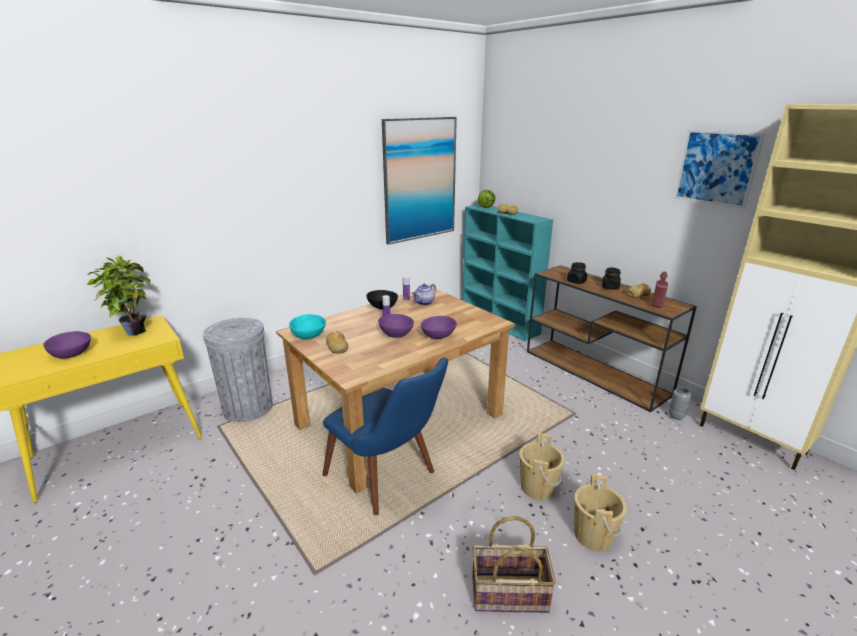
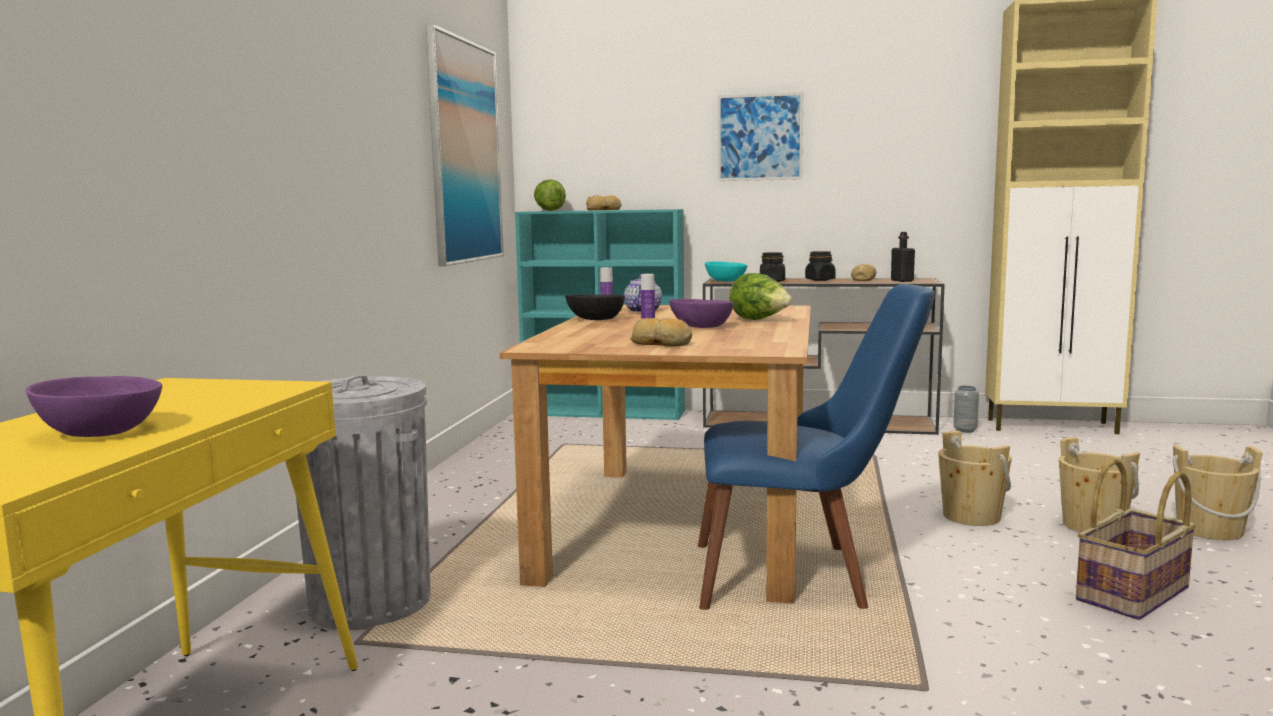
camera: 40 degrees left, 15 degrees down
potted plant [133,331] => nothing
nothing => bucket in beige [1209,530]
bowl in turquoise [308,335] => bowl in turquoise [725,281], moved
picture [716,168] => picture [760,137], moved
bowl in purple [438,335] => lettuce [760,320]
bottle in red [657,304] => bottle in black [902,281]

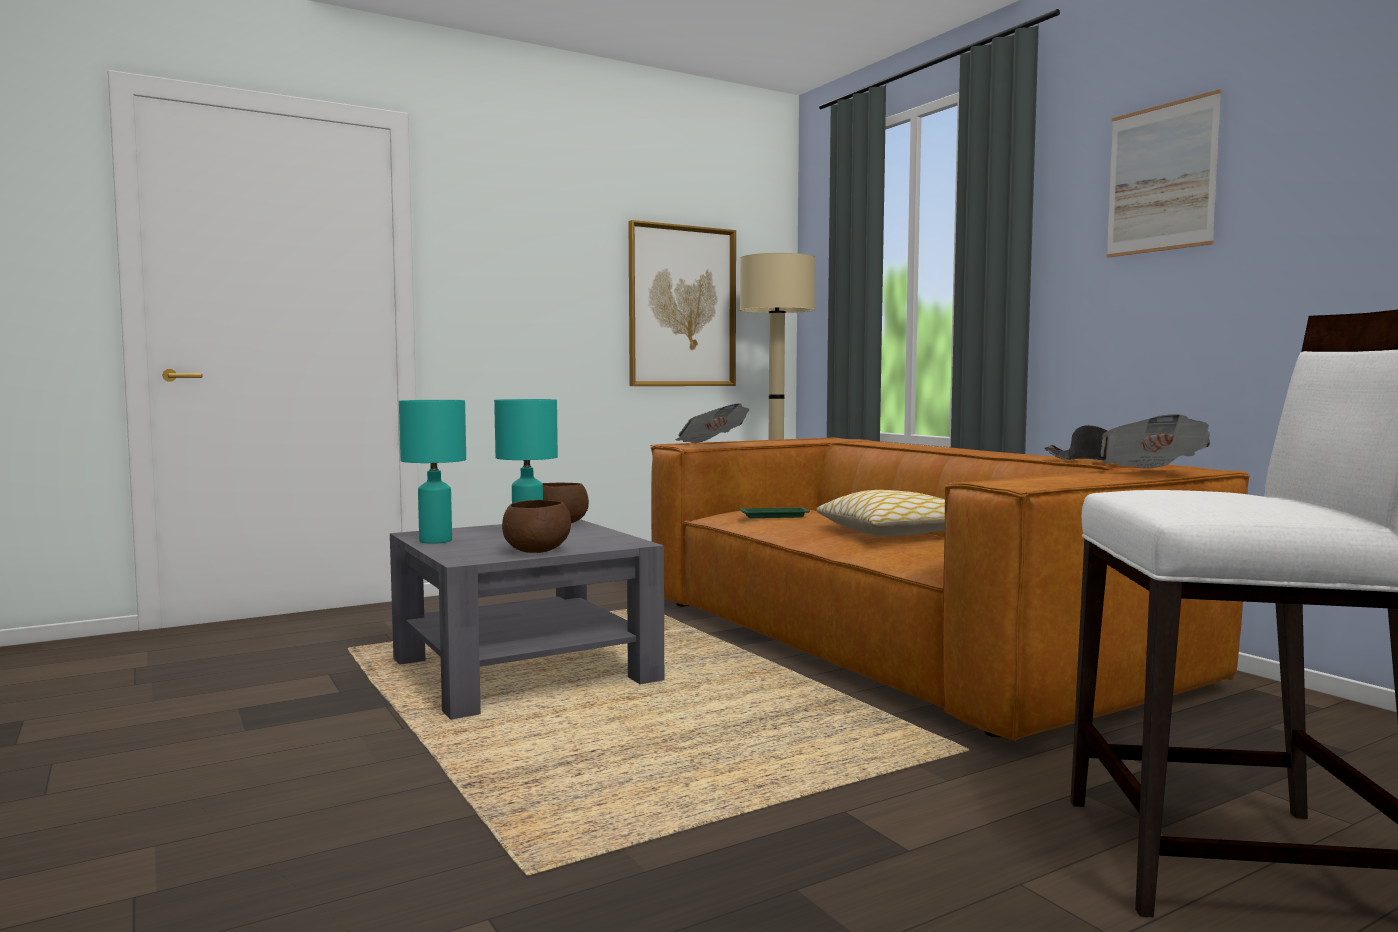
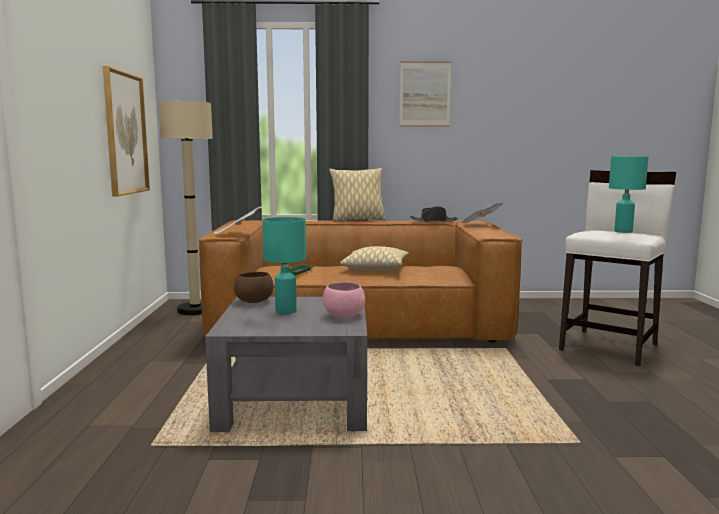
camera: 60 degrees left, 5 degrees up
nothing => pillow [357,220]
table lamp in turquoise [434,541] => table lamp in turquoise [623,231], moved
bowl in brown [535,551] => bowl in pink [343,315]

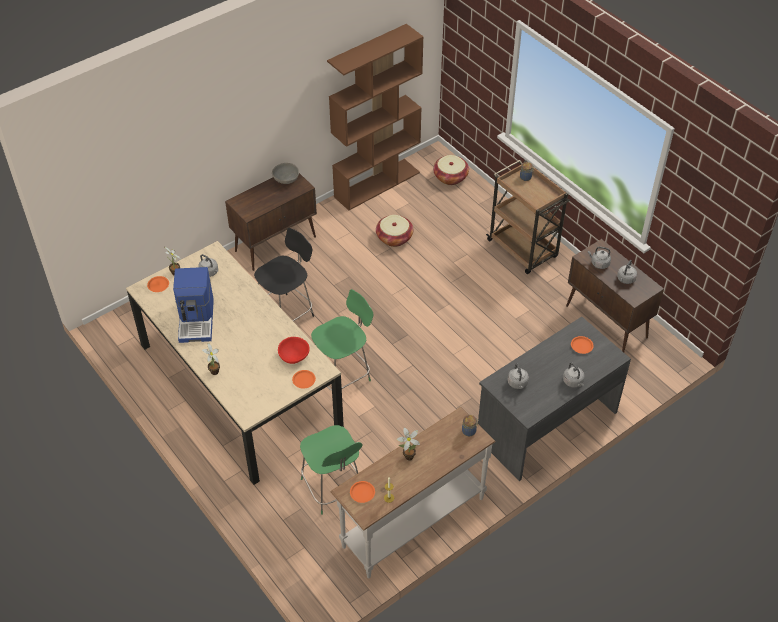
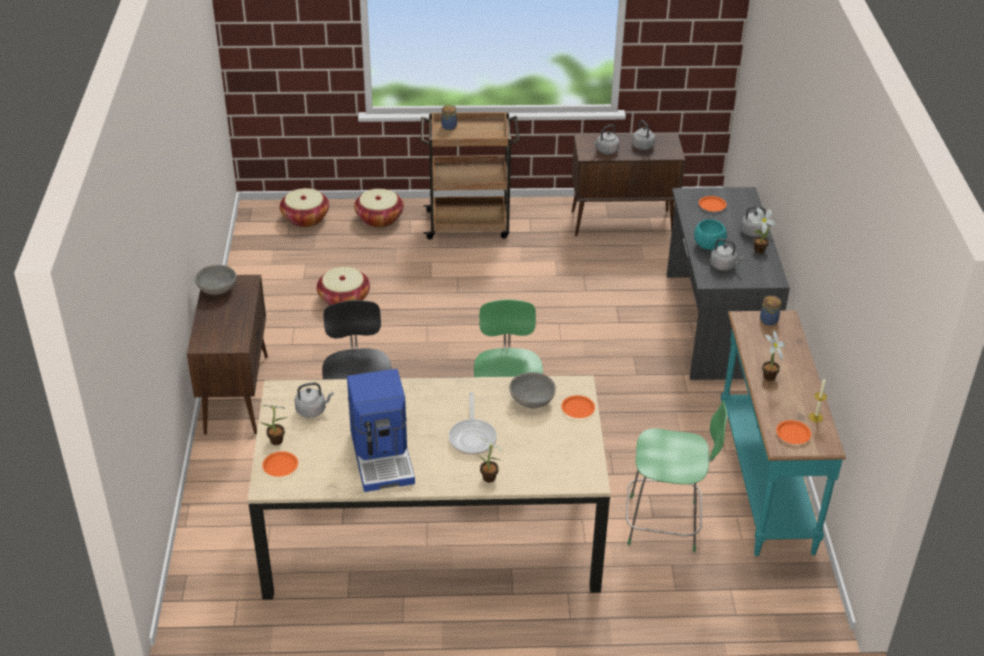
camera: 55 degrees left, 10 degrees down
bookcase in brown [377,184] => nothing
nothing => basket [379,218]
nothing => frying pan [472,437]
nothing => bowl in turquoise [708,246]
nothing => potted plant [757,251]
bowl in red [293,356] => bowl in grey [532,400]
console table in white [412,521] => console table in turquoise [763,481]
coffee machine [197,320] => coffee machine [383,456], 45 degrees clockwise

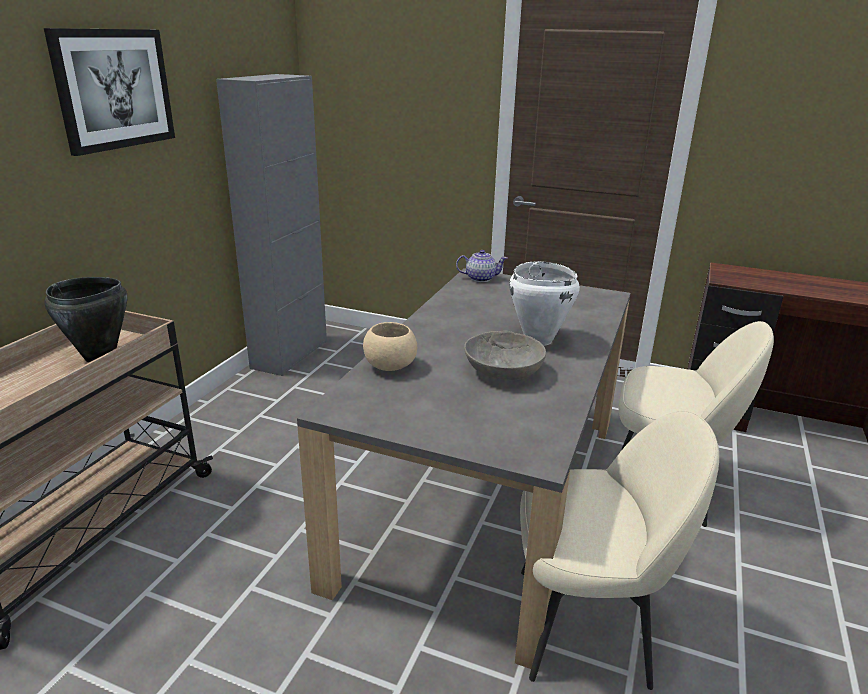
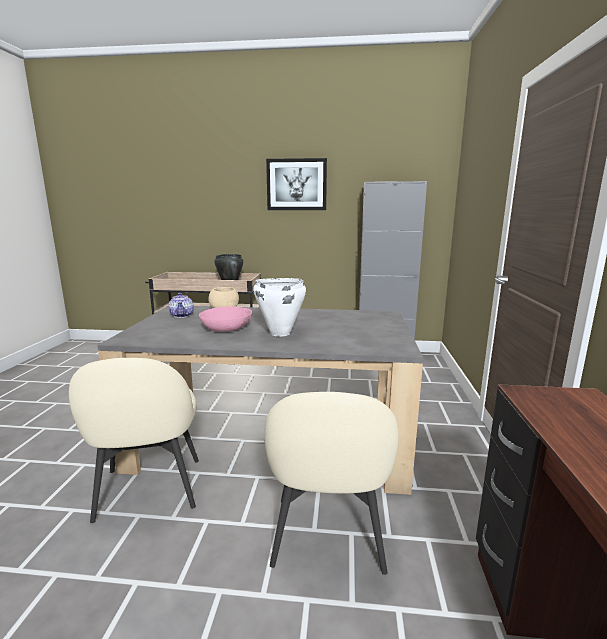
camera: 75 degrees right, 10 degrees down
teapot [480,278] => teapot [182,315], moved
bowl in grey [502,371] => bowl in pink [226,328]

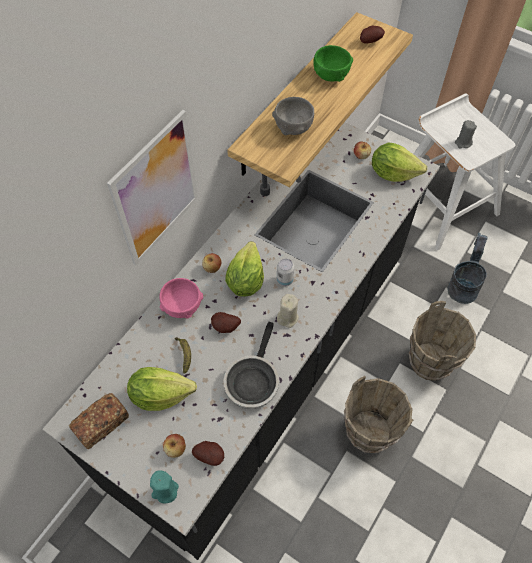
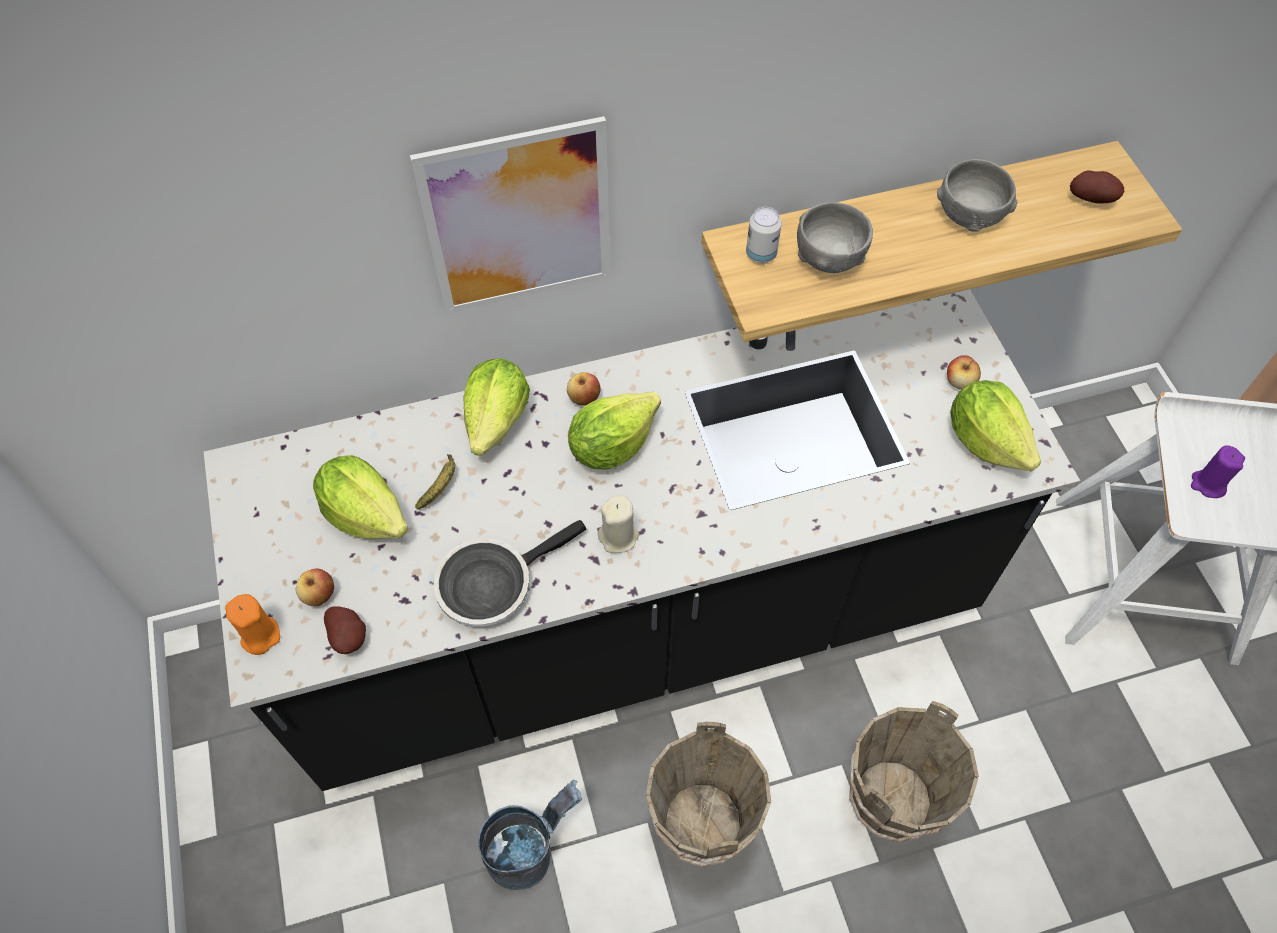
camera: 40 degrees right, 0 degrees up
bread [102,424] => nothing
potato [225,328] => nothing
can [285,280] => can [761,254], moved
bucket in grey [463,286] => bucket in grey [530,849], moved
bowl in pink [182,306] => lettuce [497,421]
candle in turquoise [165,490] => candle in orange [259,635]
bowl in green [330,75] => bowl in grey [969,215]
candle in grey [463,143] => candle in purple [1208,484]

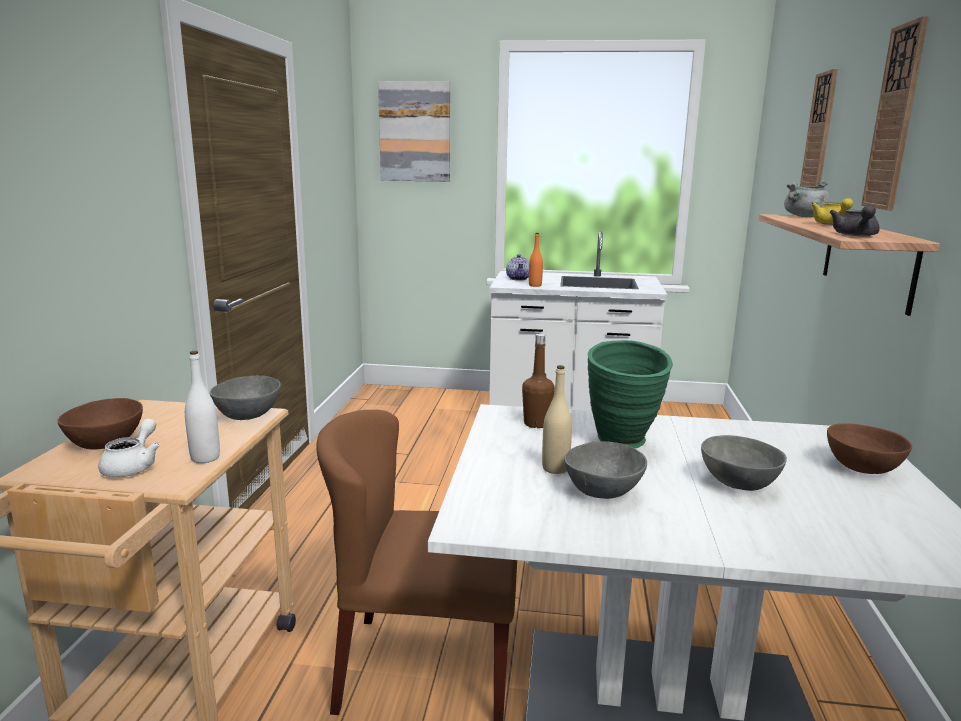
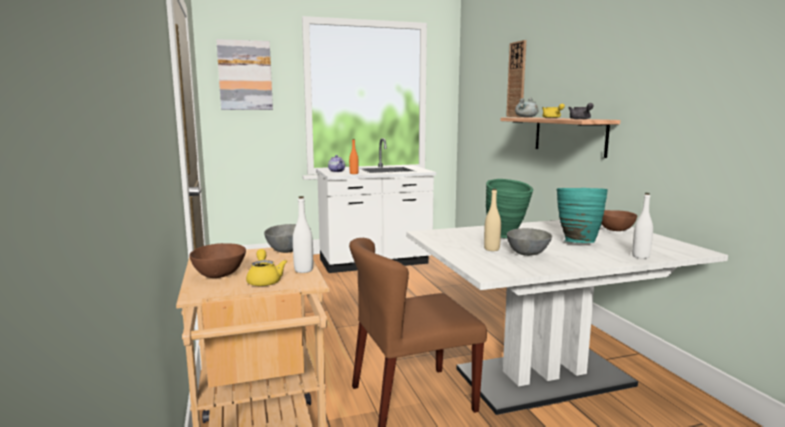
camera: 25 degrees left, 5 degrees down
bottle in brown [536,423] => nothing
wall clock [895,118] => nothing
nothing => bottle in white [640,256]
bowl in grey [737,483] => vase in turquoise [577,242]
teapot in white [133,466] => teapot in yellow [264,280]

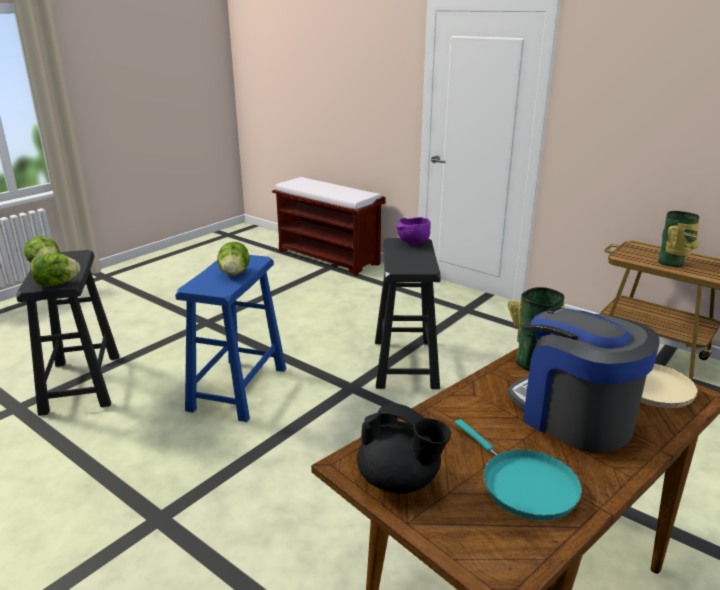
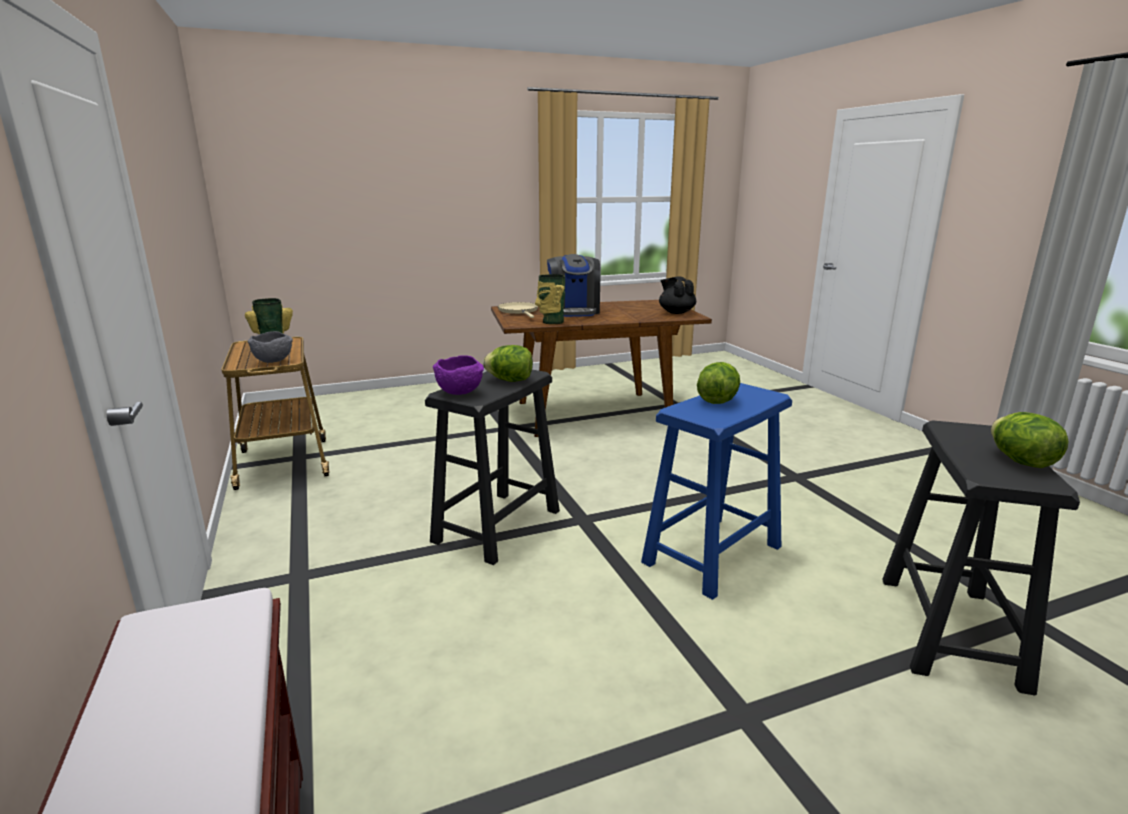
camera: 150 degrees left, 5 degrees down
frying pan in turquoise [524,484] => nothing
nothing => bowl in grey [274,361]
lettuce [57,284] => lettuce [510,380], moved

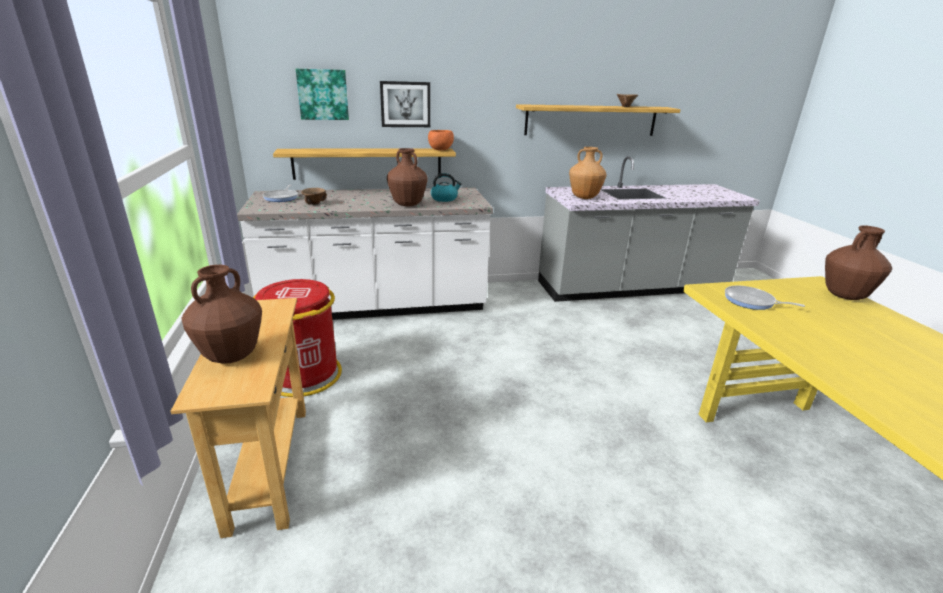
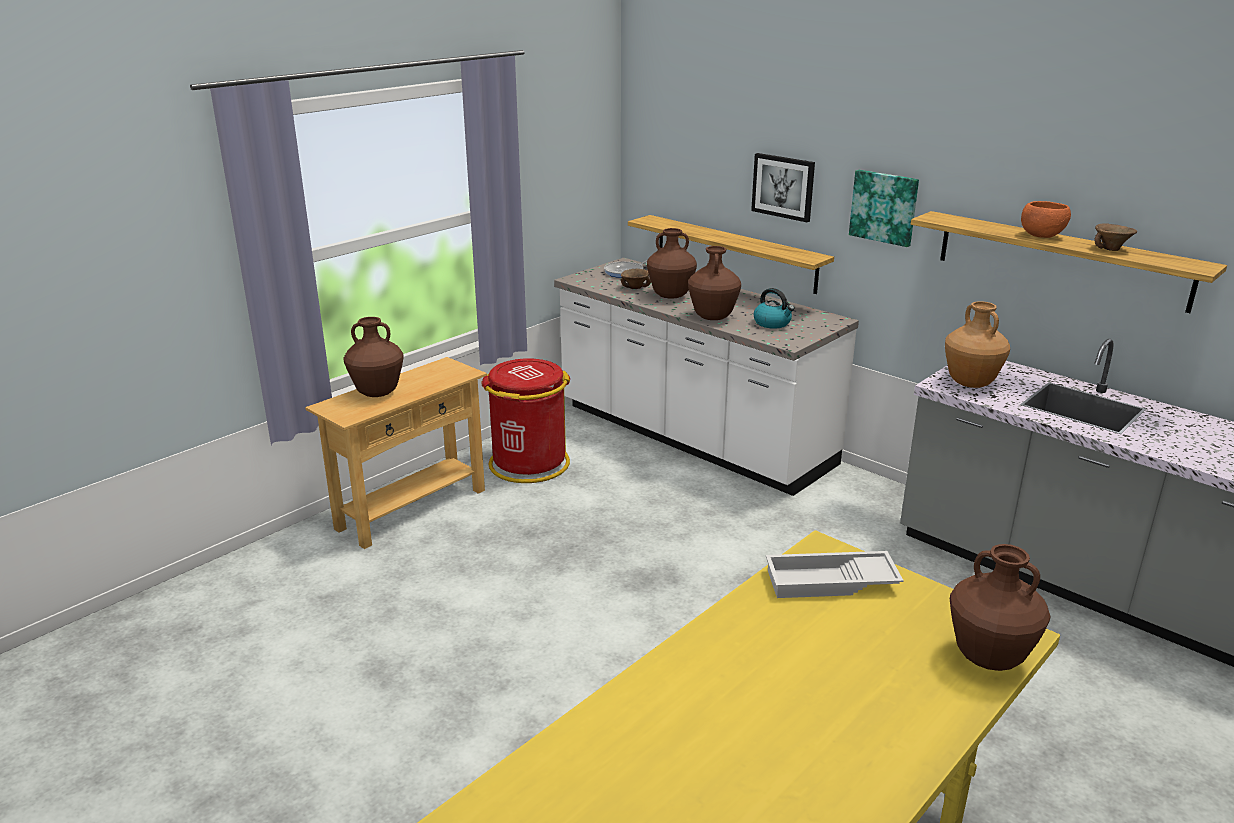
camera: 55 degrees right, 0 degrees up
nothing => vase in brown [670,296]
picture [323,94] => picture [884,207], moved
bowl in orange [440,150] => bowl in orange [1040,236], moved
frying pan [752,301] => tray in white [830,583]

